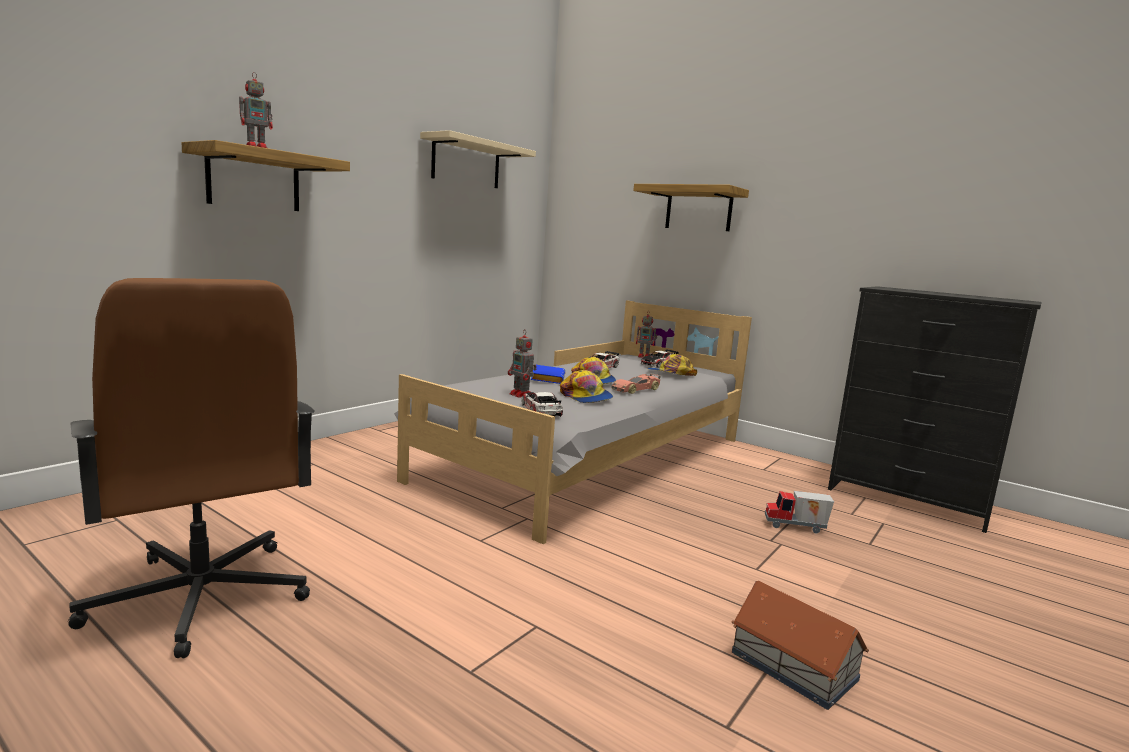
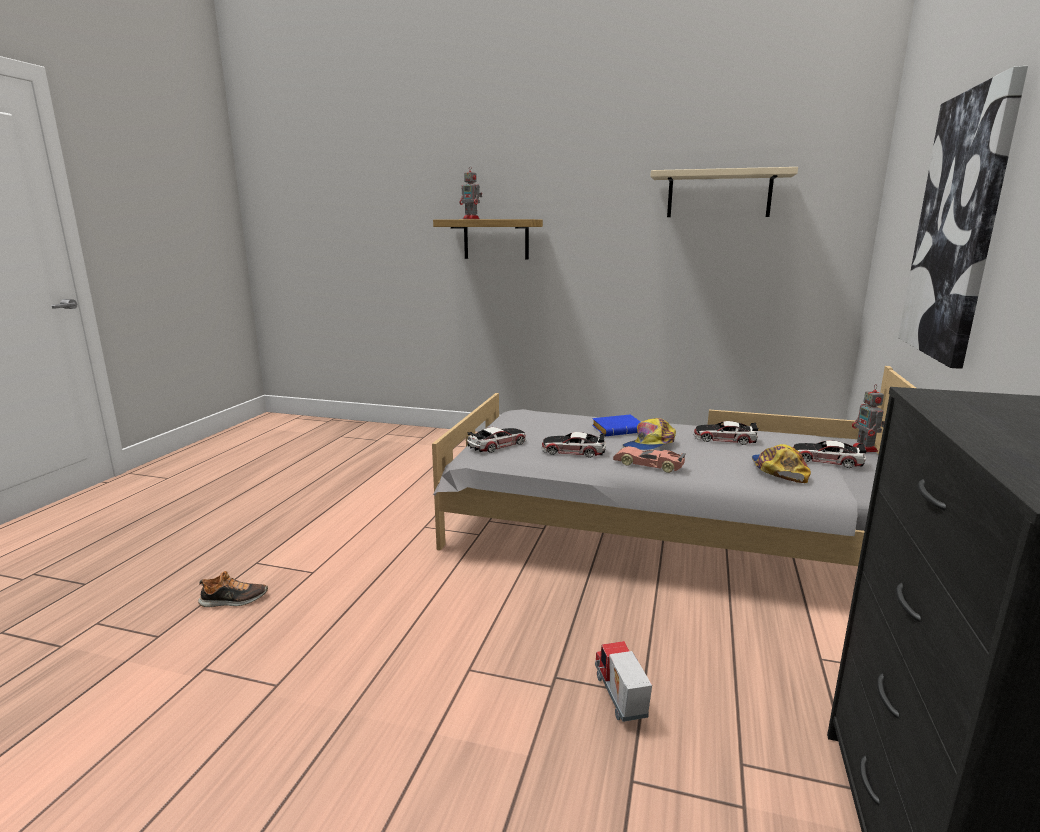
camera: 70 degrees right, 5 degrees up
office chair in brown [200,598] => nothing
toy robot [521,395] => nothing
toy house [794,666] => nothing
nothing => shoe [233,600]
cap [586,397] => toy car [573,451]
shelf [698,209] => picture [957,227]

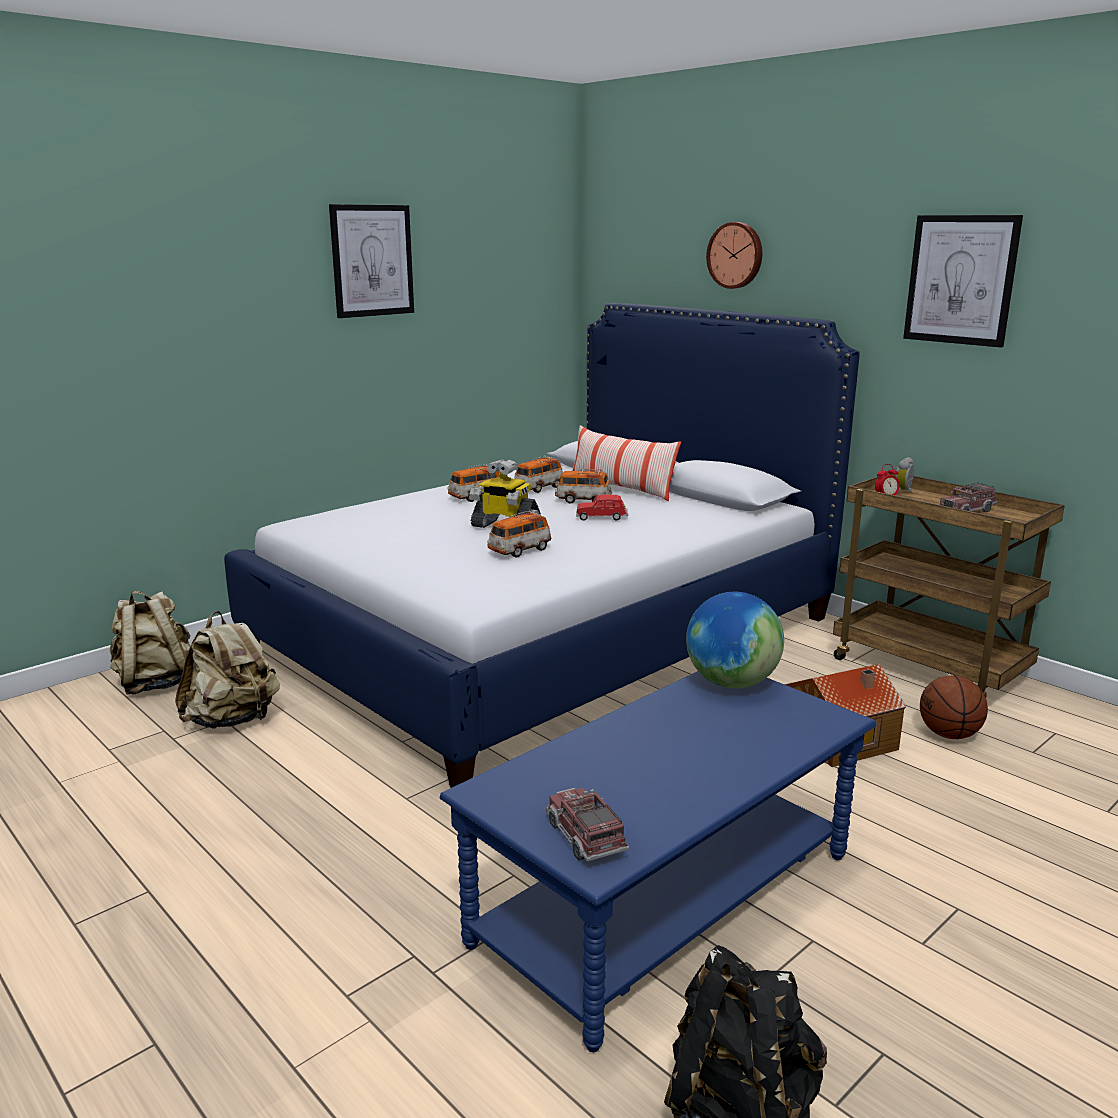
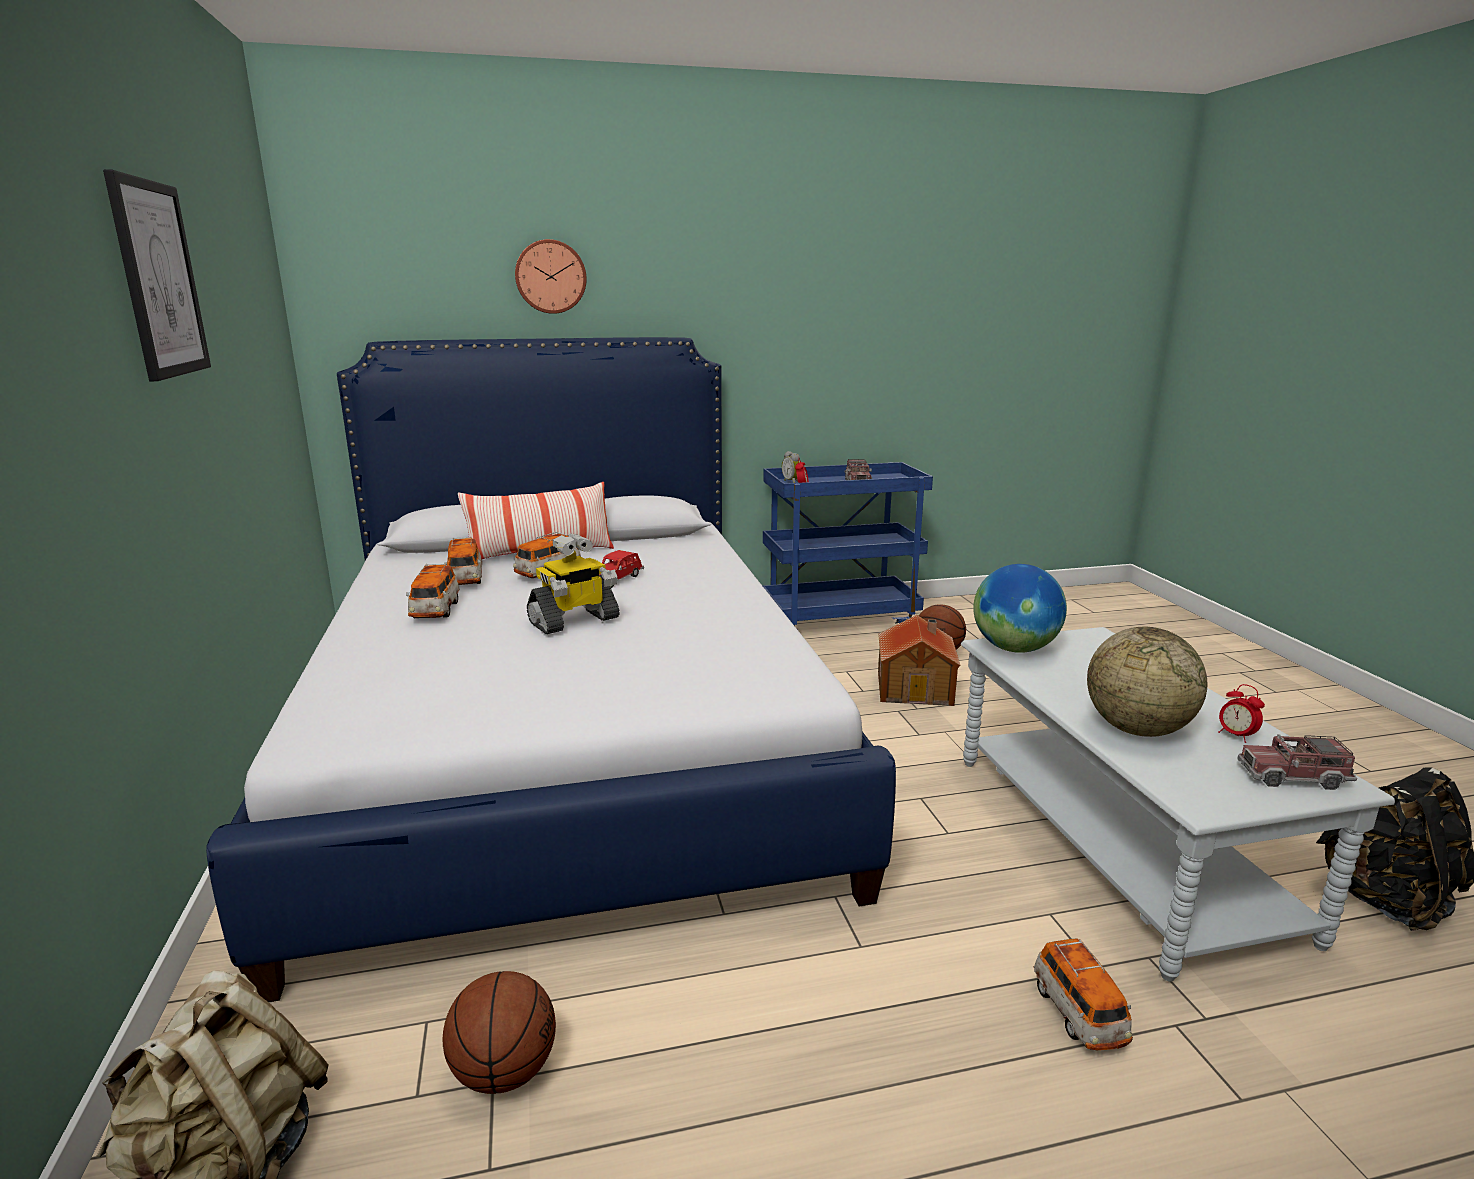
camera: 60 degrees left, 0 degrees up
picture [961,280] => nothing
nothing => globe [1137,729]
nothing => alarm clock [1235,736]
toy car [519,551] => toy car [1078,1014], moved
backpack in beige [233,720] => basketball [504,1071]
coffee table in blue [665,900] => coffee table in grey [1116,843]
cart in brown [930,670] => cart in blue [840,622]

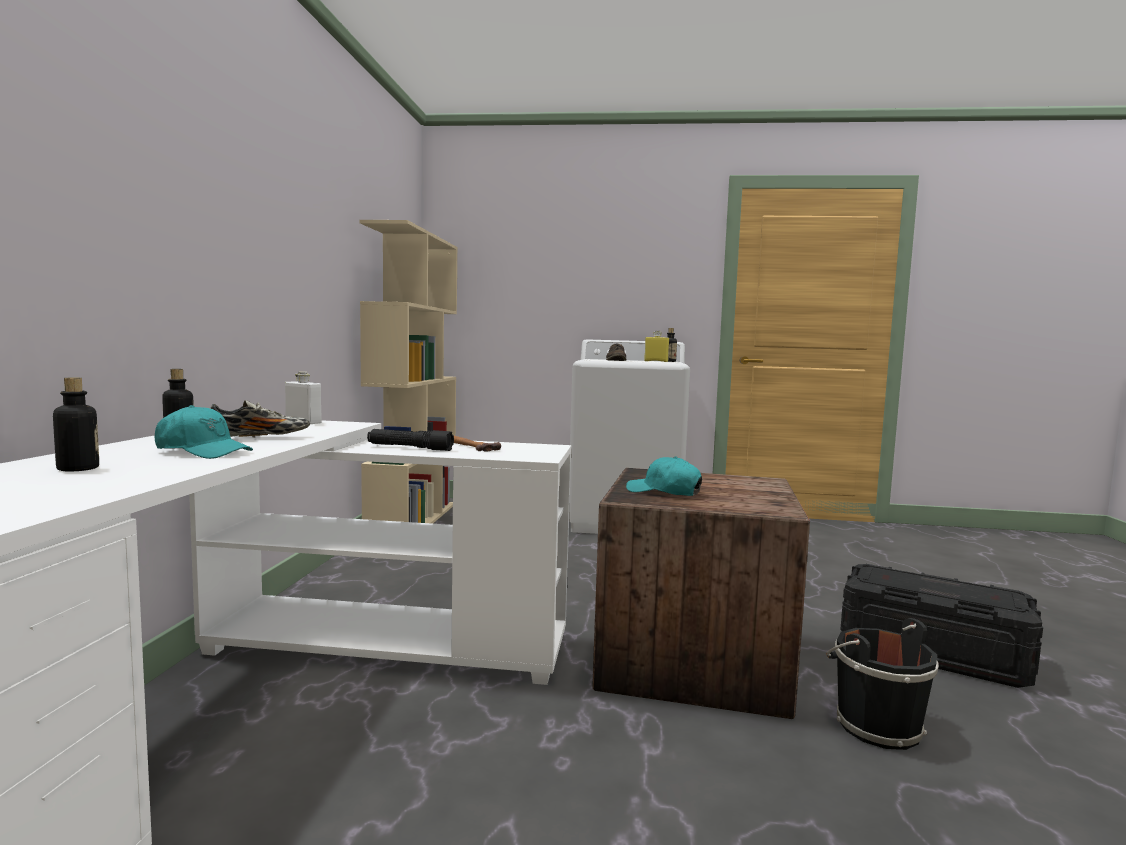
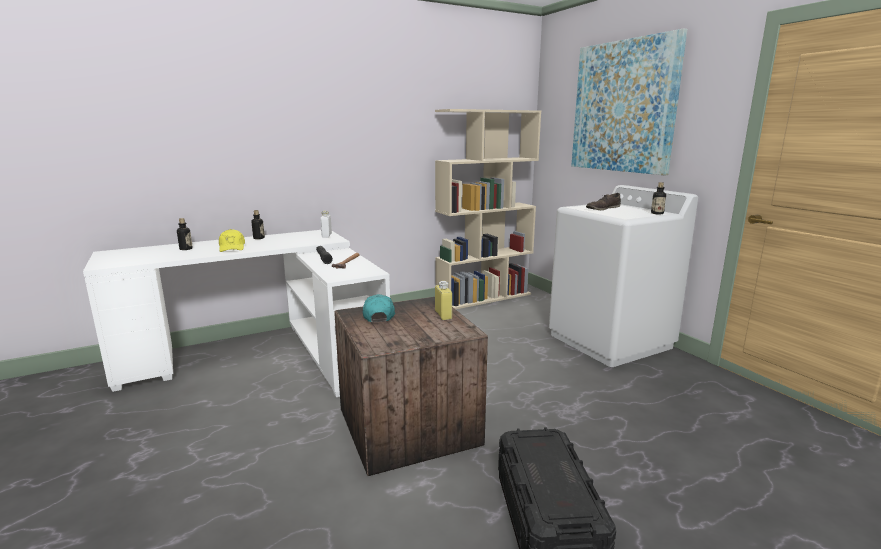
camera: 55 degrees right, 10 degrees up
shoe [259,437] => nothing
bucket in black [874,725] => nothing
nothing => picture [623,107]
bottle in yellow [656,361] => bottle in yellow [443,315], moved
cap in turquoise [203,452] => cap in yellow [232,247]

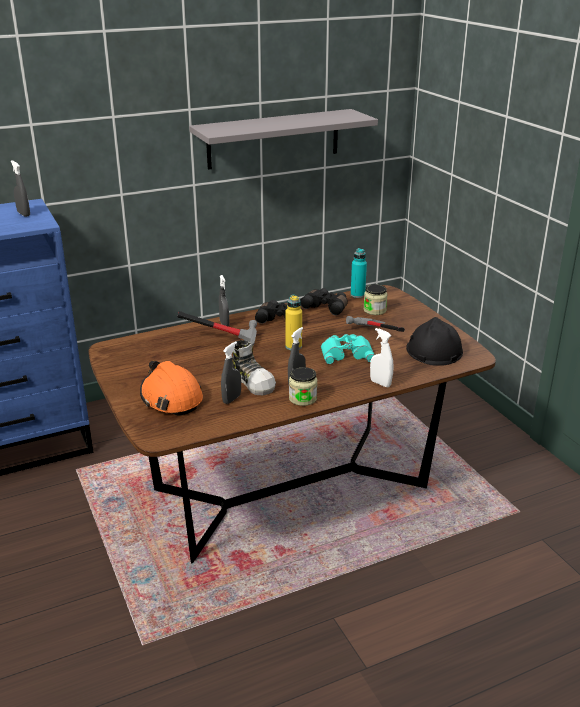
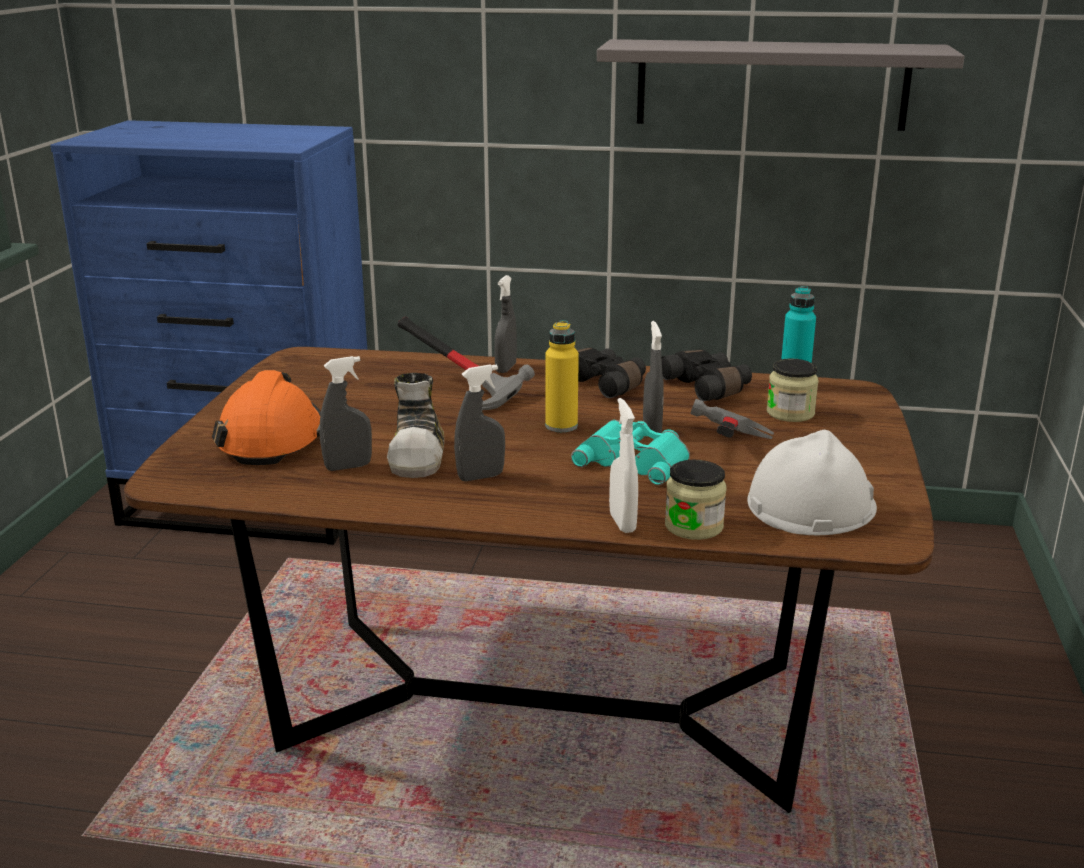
camera: 35 degrees right, 5 degrees down
spray bottle in grey [23,214] => spray bottle in grey [652,428], moved
jar [303,398] => jar [693,526], moved
hard hat in black [434,351] => hard hat in white [810,504]

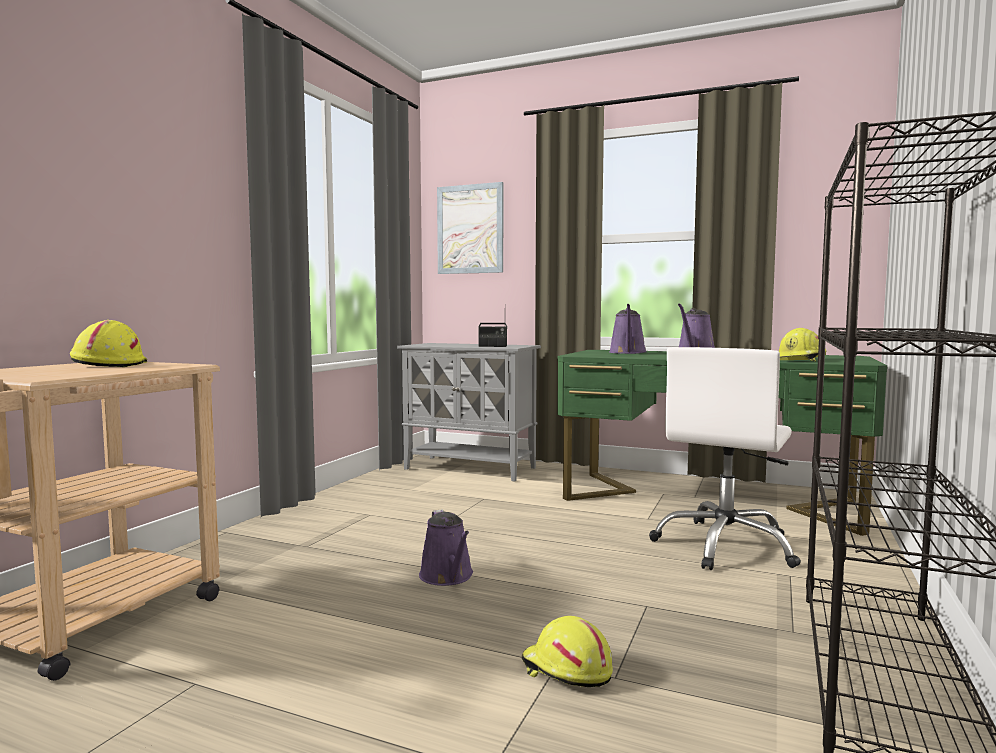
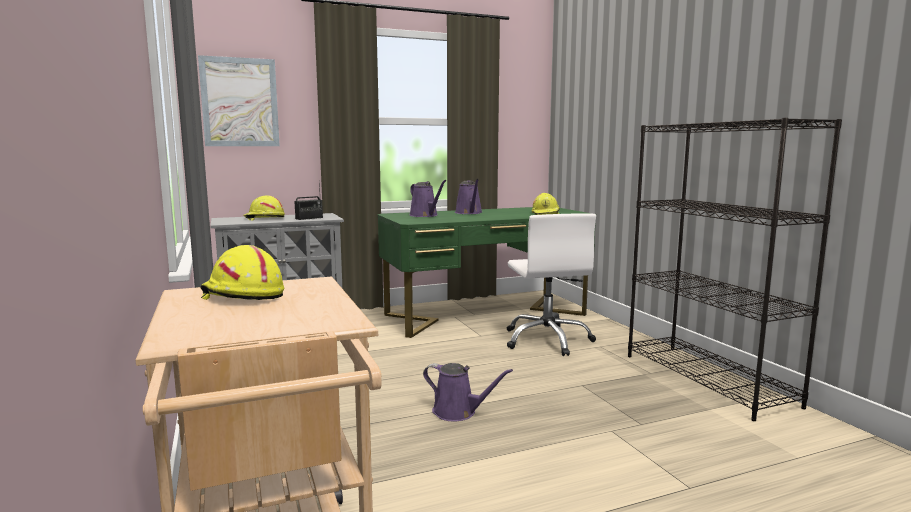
camera: 45 degrees left, 5 degrees up
hard hat in yellow [566,670] => hard hat in yellow [264,218], moved

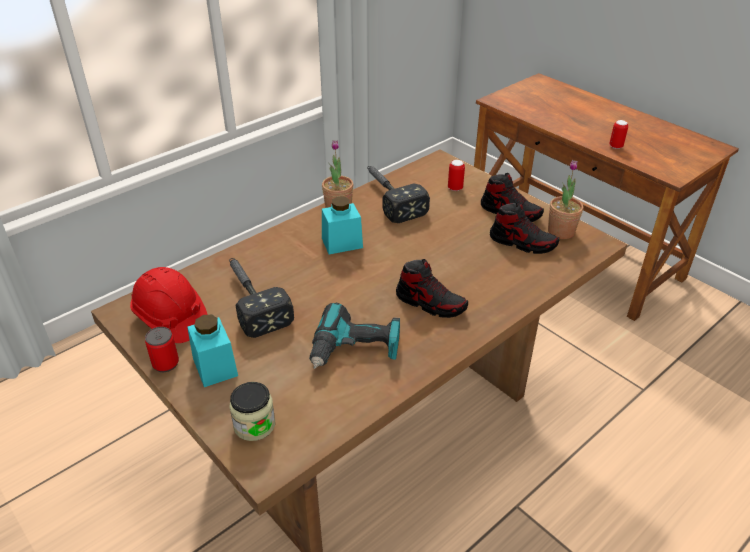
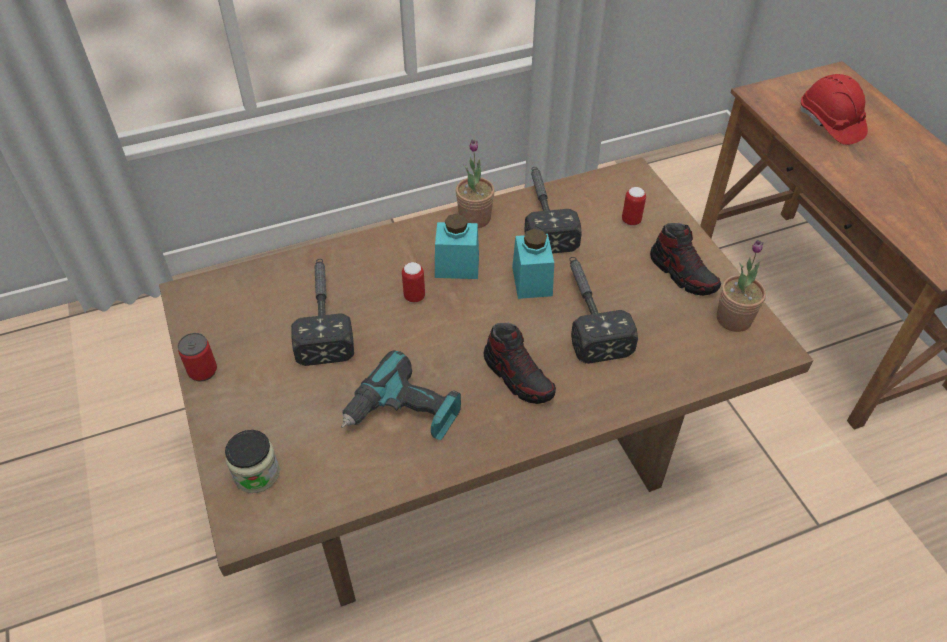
camera: 20 degrees right, 10 degrees up
shoe [522,243] => nothing
nothing => hammer [588,313]
hard hat in red [171,319] => hard hat in red [830,123], moved
jar in turquoise [215,367] => jar in turquoise [532,281], moved
can [615,146] => can [414,297], moved

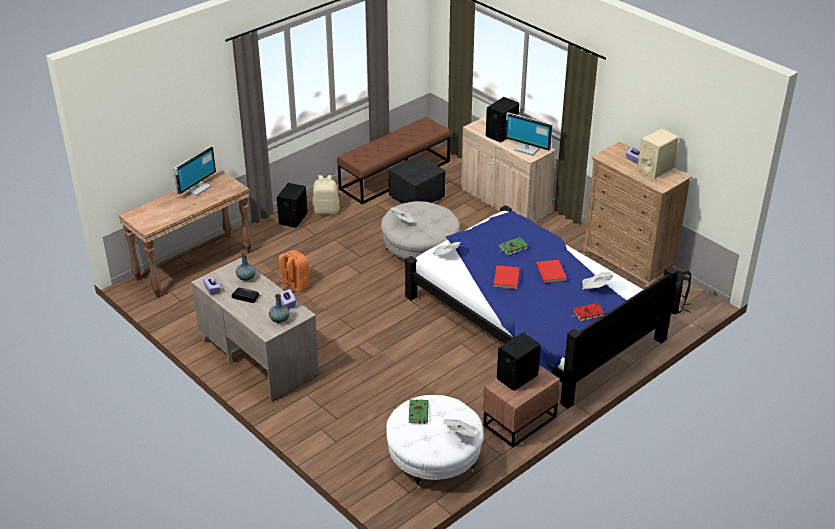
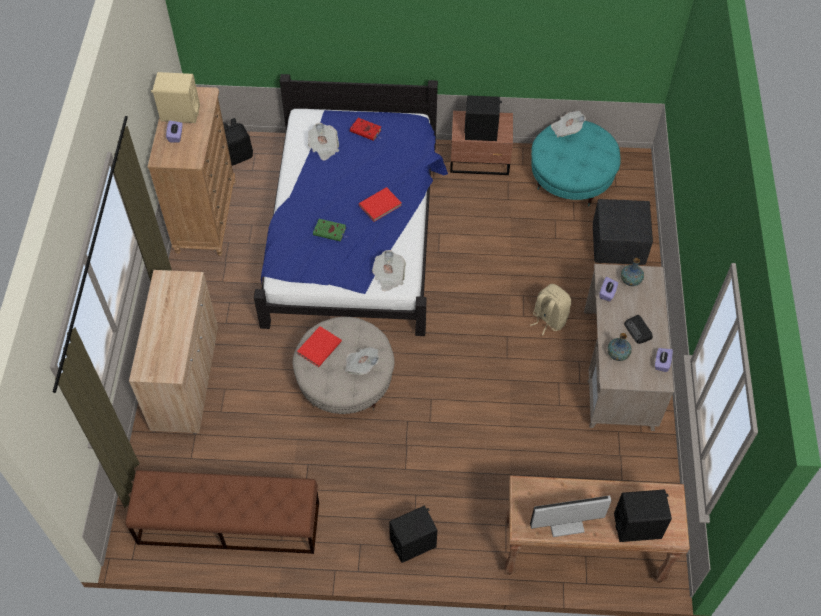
camera: 135 degrees left, 20 degrees up
backpack in orange [294,285] => nothing
book in green [418,412] => nothing
monitor [527,149] => nothing
backpack in beige [326,210] => backpack in beige [548,319], moved
ottoman in black [417,198] => ottoman in black [617,245], moved
speaker in black [501,134] => speaker in black [637,526], moved
book in red [551,272] => book in red [318,347], moved
ottoman in white [434,458] => ottoman in turquoise [571,178]

